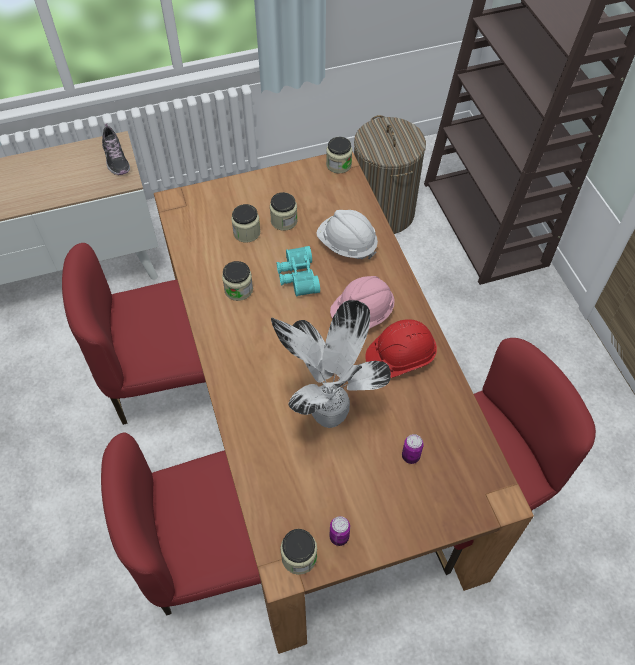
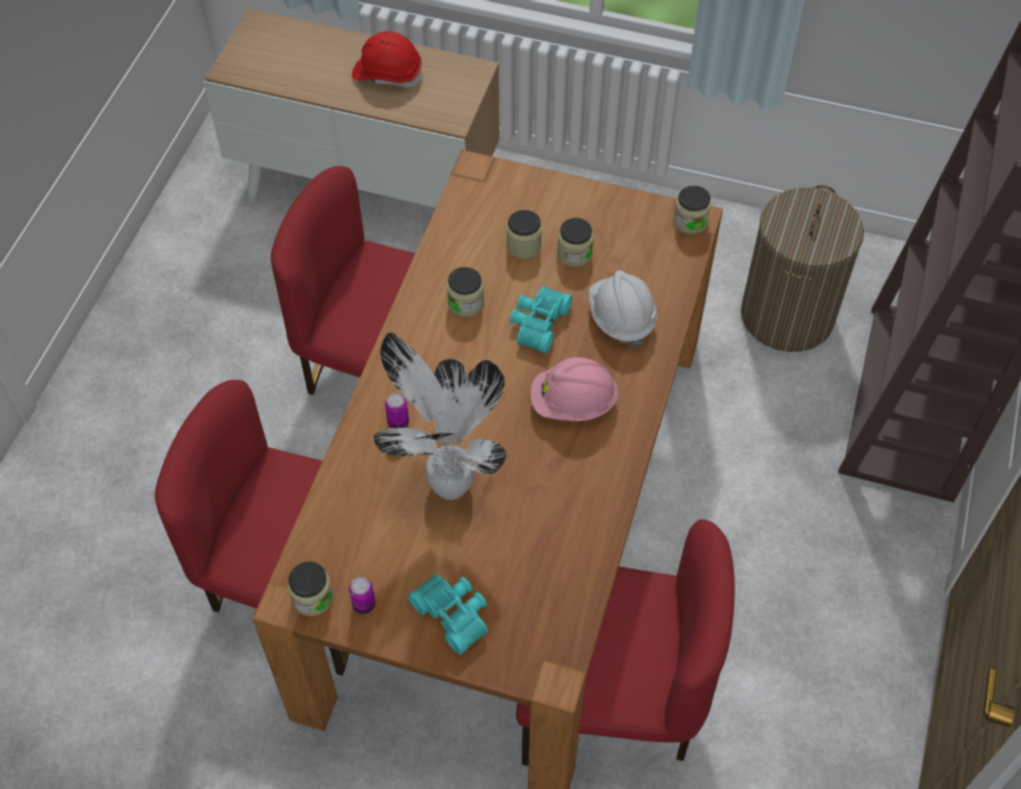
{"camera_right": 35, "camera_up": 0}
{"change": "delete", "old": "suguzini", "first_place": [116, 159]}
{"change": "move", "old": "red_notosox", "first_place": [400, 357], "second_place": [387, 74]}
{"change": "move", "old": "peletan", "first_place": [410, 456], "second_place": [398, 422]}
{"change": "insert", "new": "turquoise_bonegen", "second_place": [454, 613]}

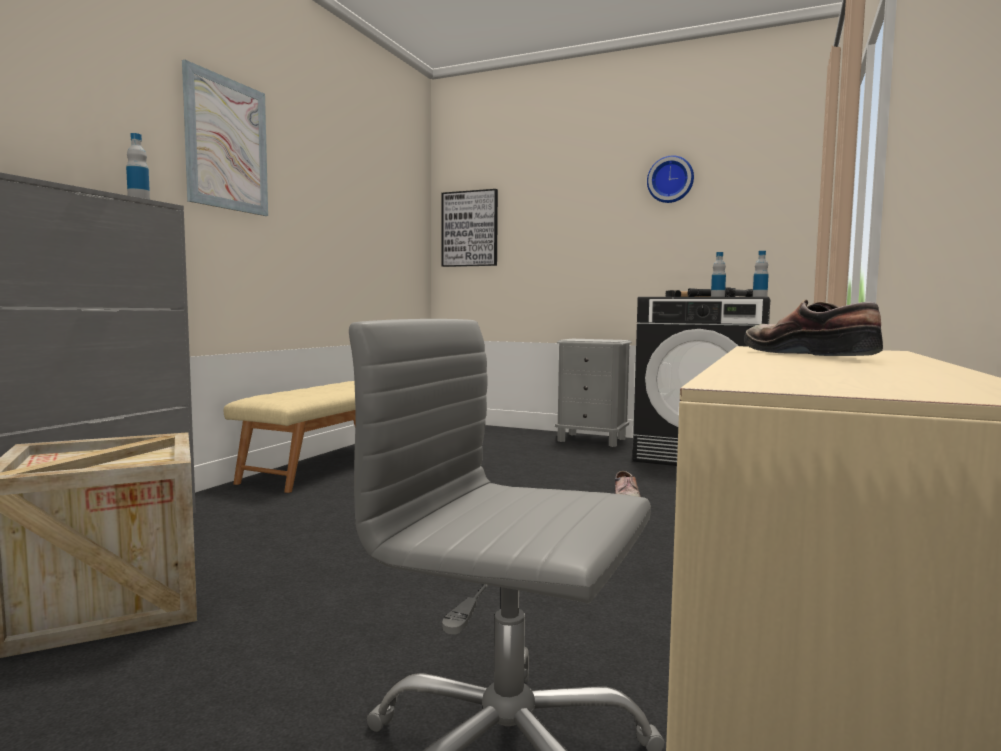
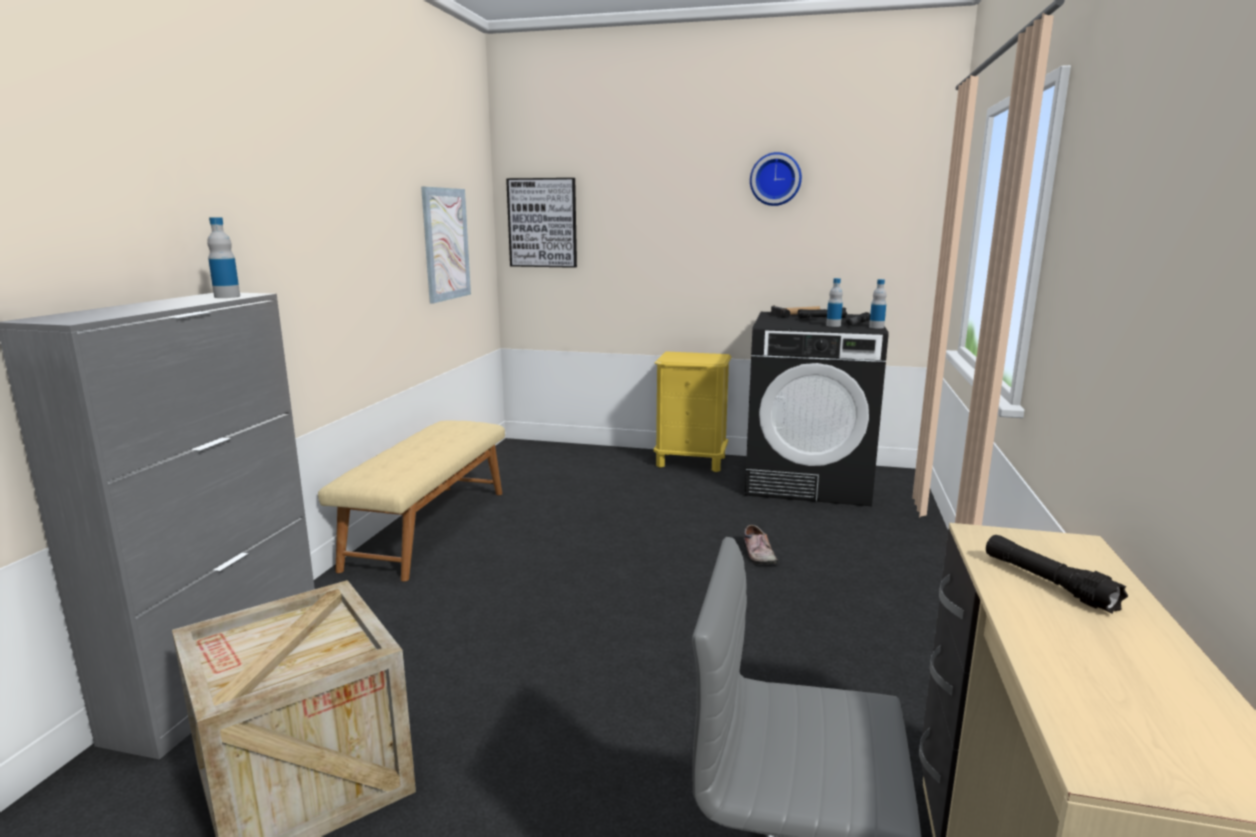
{"camera_right": -10, "camera_up": 10}
{"change": "move", "old": "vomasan", "first_place": [226, 144], "second_place": [446, 244]}
{"change": "replace", "old": "suguzini", "new": "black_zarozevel", "first_place": [811, 354], "second_place": [1047, 583]}
{"change": "recolor", "old": "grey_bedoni", "new": "yellow_bedoni", "first_place": [592, 440], "second_place": [691, 461]}

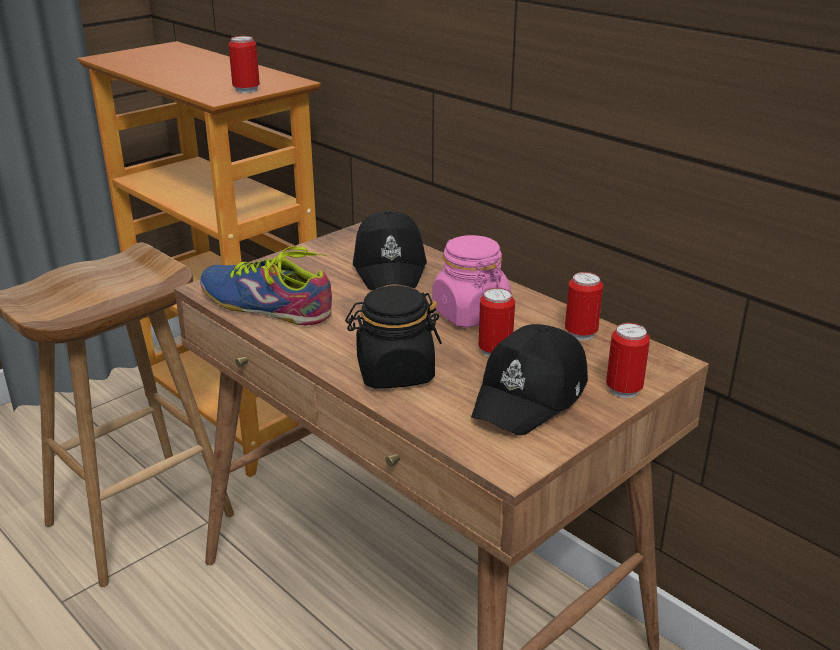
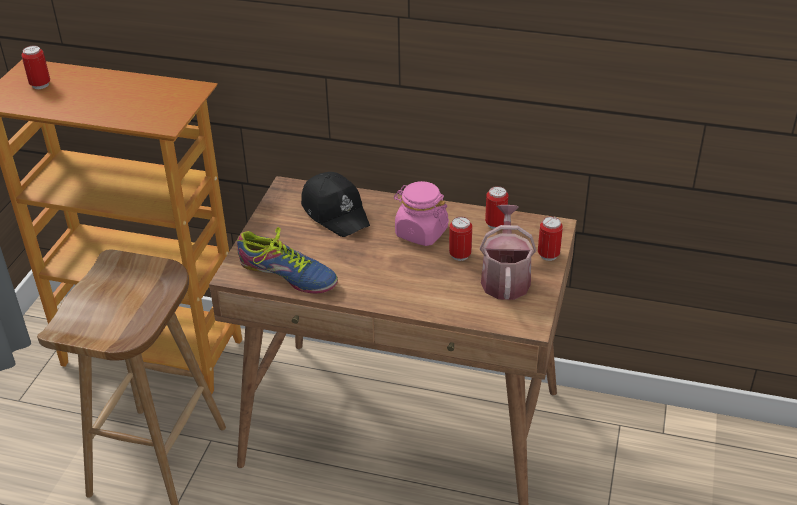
{"camera_right": -30, "camera_up": 10}
{"change": "move", "old": "peletan", "first_place": [246, 90], "second_place": [40, 85]}
{"change": "rotate", "old": "suguzini", "first_place": [265, 305], "second_place": [288, 274], "degrees": -150}
{"change": "delete", "old": "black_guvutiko", "first_place": [394, 372]}
{"change": "replace", "old": "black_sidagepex", "new": "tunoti", "first_place": [531, 395], "second_place": [505, 278]}

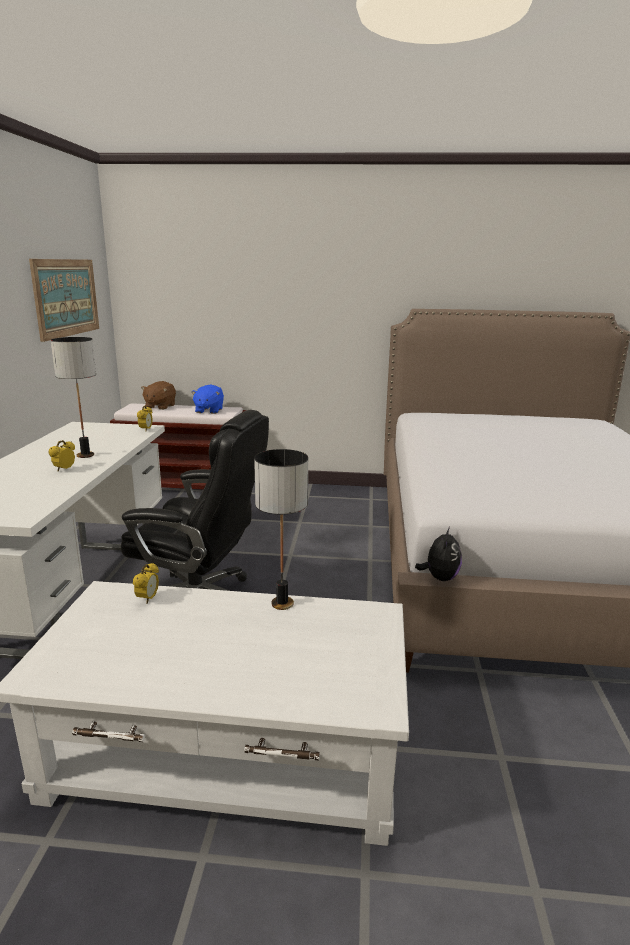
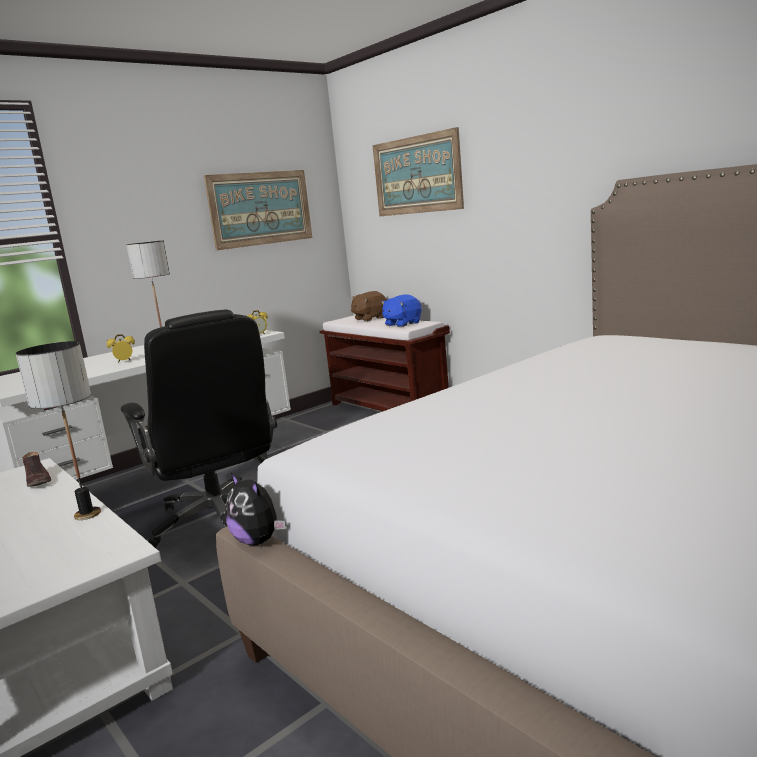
{"camera_right": 45, "camera_up": -5}
{"change": "rotate", "old": "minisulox", "first_place": [439, 578], "second_place": [258, 541], "degrees": 75}
{"change": "replace", "old": "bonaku", "new": "brown_suguzini", "first_place": [148, 599], "second_place": [38, 480]}
{"change": "insert", "new": "vomasan", "second_place": [416, 175]}

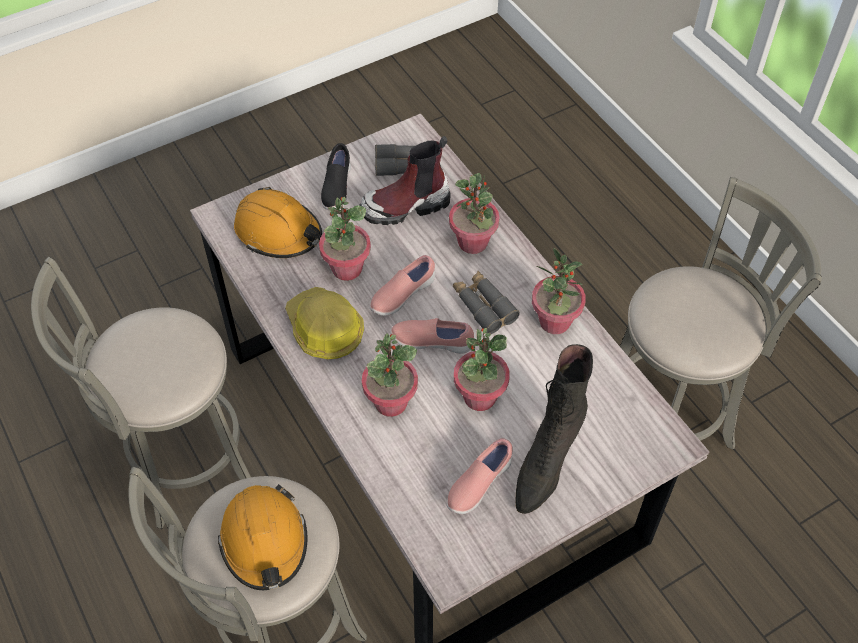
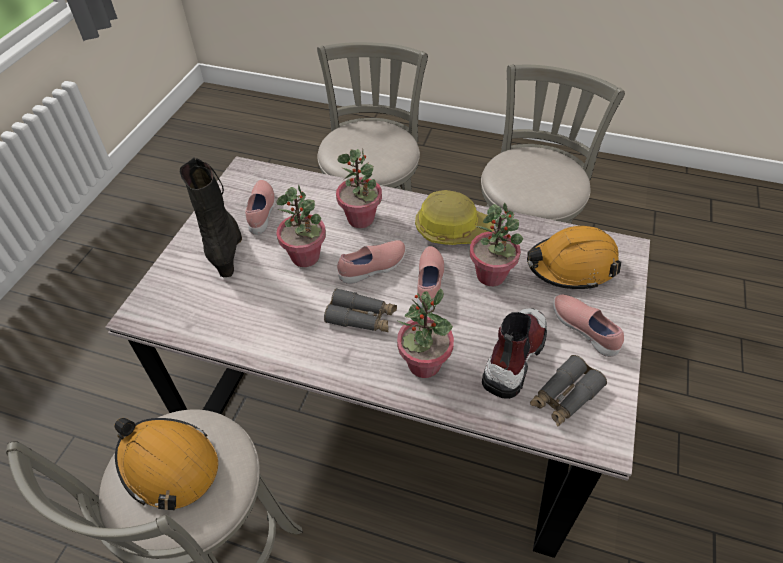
{"camera_right": 140, "camera_up": -5}
{"change": "recolor", "old": "black_suguzini", "new": "pink_suguzini", "first_place": [336, 189], "second_place": [584, 330]}
{"change": "delete", "old": "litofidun", "first_place": [554, 322]}
{"change": "move", "old": "orange_notosox", "first_place": [264, 542], "second_place": [169, 465]}

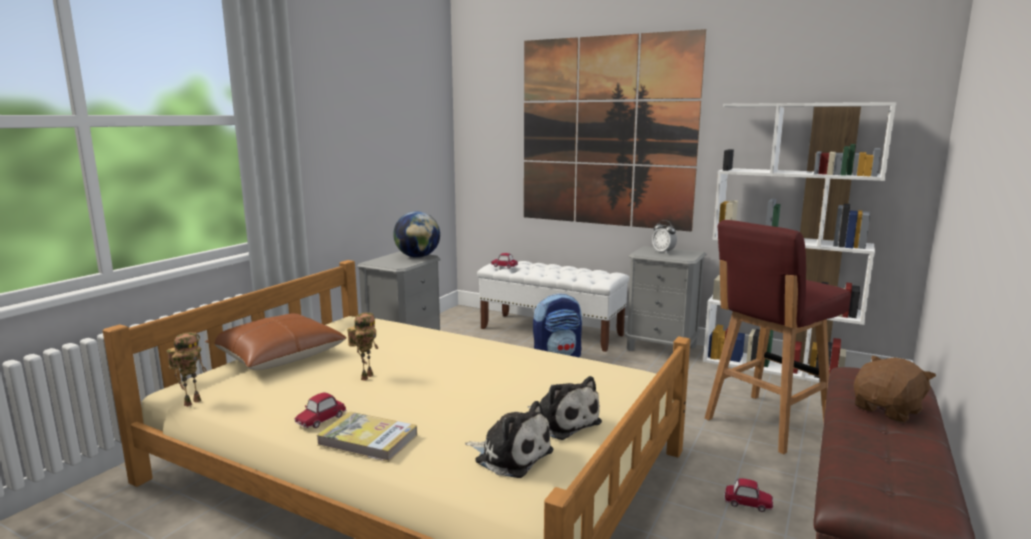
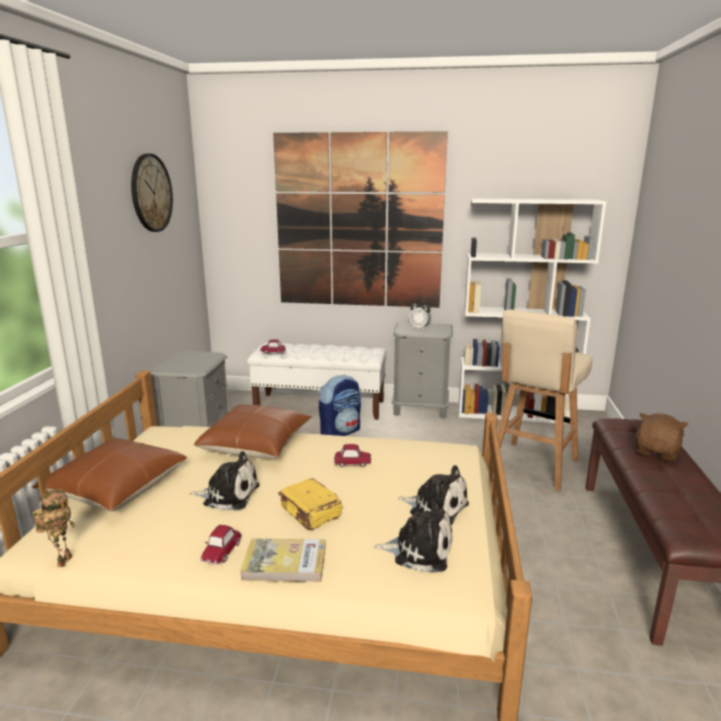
{"camera_right": -20, "camera_up": 5}
{"change": "delete", "old": "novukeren", "first_place": [417, 257]}
{"change": "recolor", "old": "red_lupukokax", "new": "beige_lupukokax", "first_place": [764, 423], "second_place": [532, 466]}
{"change": "replace", "old": "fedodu", "new": "minisulox", "first_place": [366, 376], "second_place": [228, 495]}
{"change": "move", "old": "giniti", "first_place": [747, 503], "second_place": [352, 462]}
{"change": "insert", "new": "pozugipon", "second_place": [151, 193]}
{"change": "insert", "new": "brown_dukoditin", "second_place": [256, 444]}
{"change": "insert", "new": "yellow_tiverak", "second_place": [310, 513]}

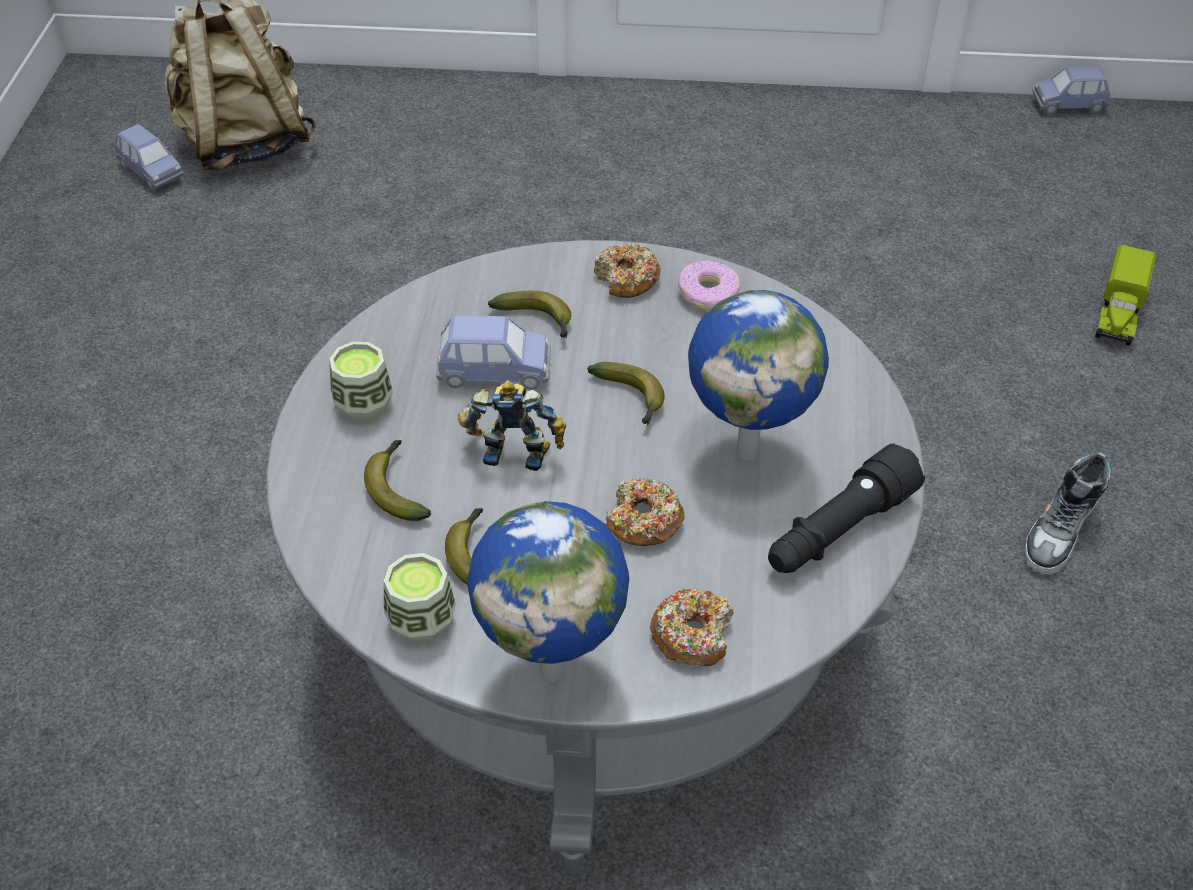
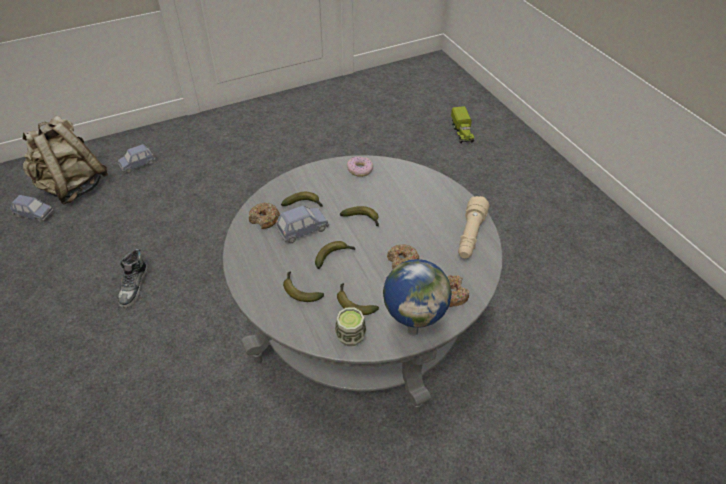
{"camera_right": -30, "camera_up": 0}
{"change": "move", "old": "blue_giniti", "first_place": [1068, 105], "second_place": [138, 165]}
{"change": "move", "old": "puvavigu", "first_place": [626, 279], "second_place": [264, 219]}
{"change": "delete", "old": "novukeren", "first_place": [748, 450]}
{"change": "delete", "old": "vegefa", "first_place": [364, 404]}
{"change": "replace", "old": "fedodu", "new": "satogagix", "first_place": [514, 450], "second_place": [334, 256]}
{"change": "recolor", "old": "black_zarozevel", "new": "beige_zarozevel", "first_place": [838, 530], "second_place": [470, 236]}
{"change": "move", "old": "suguzini", "first_place": [1060, 532], "second_place": [134, 286]}

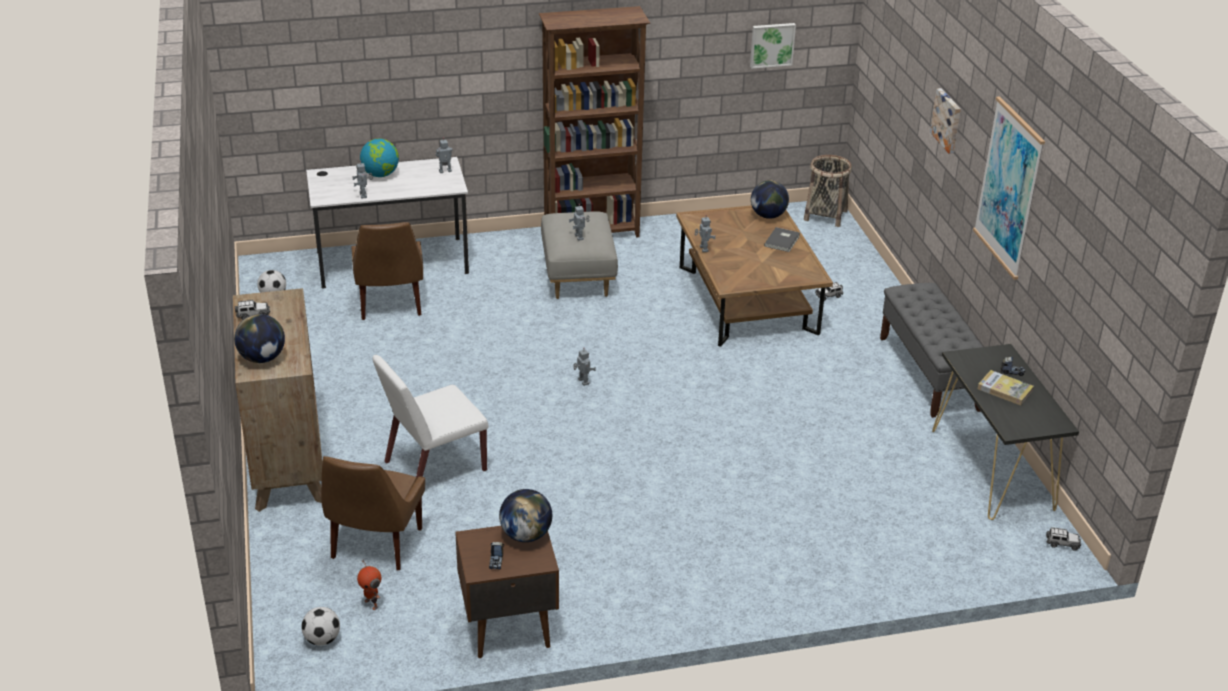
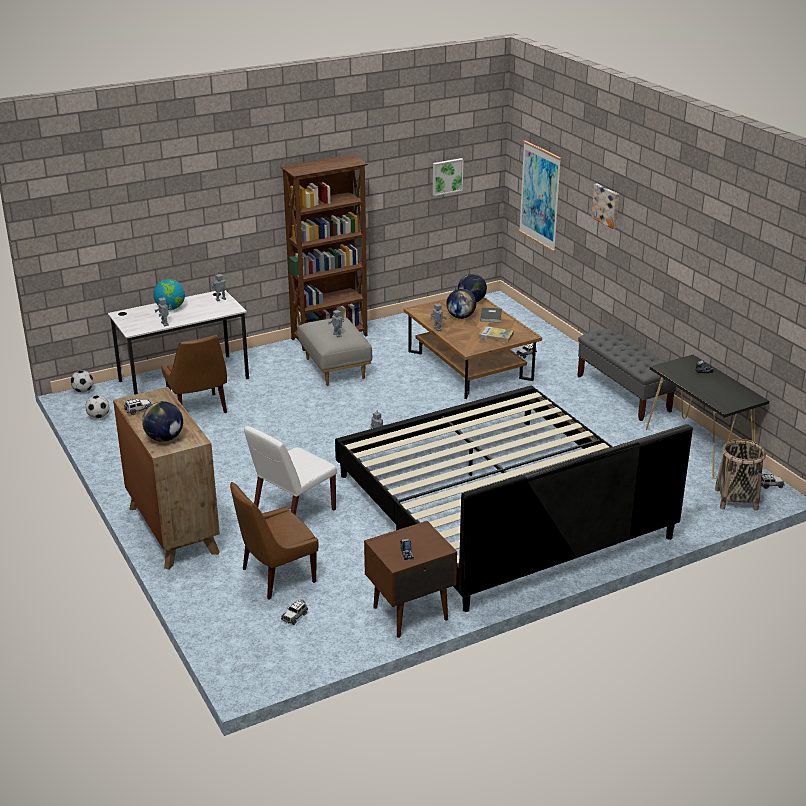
{"camera_right": -15, "camera_up": -5}
{"change": "move", "old": "vomasan", "first_place": [1008, 188], "second_place": [540, 196]}
{"change": "move", "old": "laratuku", "first_place": [825, 215], "second_place": [736, 499]}
{"change": "move", "old": "tiverak", "first_place": [1005, 390], "second_place": [496, 336]}
{"change": "rotate", "old": "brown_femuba", "first_place": [375, 546], "second_place": [276, 576], "degrees": 60}
{"change": "move", "old": "novukeren", "first_place": [526, 535], "second_place": [460, 317]}
{"change": "replace", "old": "fedodu", "new": "giniti", "first_place": [372, 603], "second_place": [295, 616]}
{"change": "move", "old": "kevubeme", "first_place": [322, 639], "second_place": [83, 391]}
{"change": "insert", "new": "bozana", "second_place": [500, 506]}

